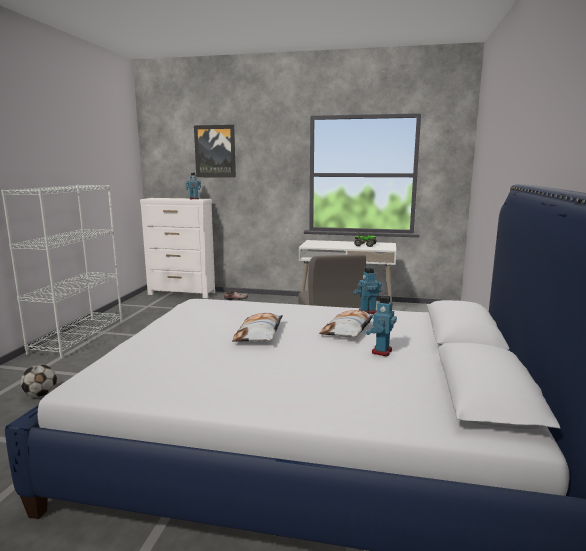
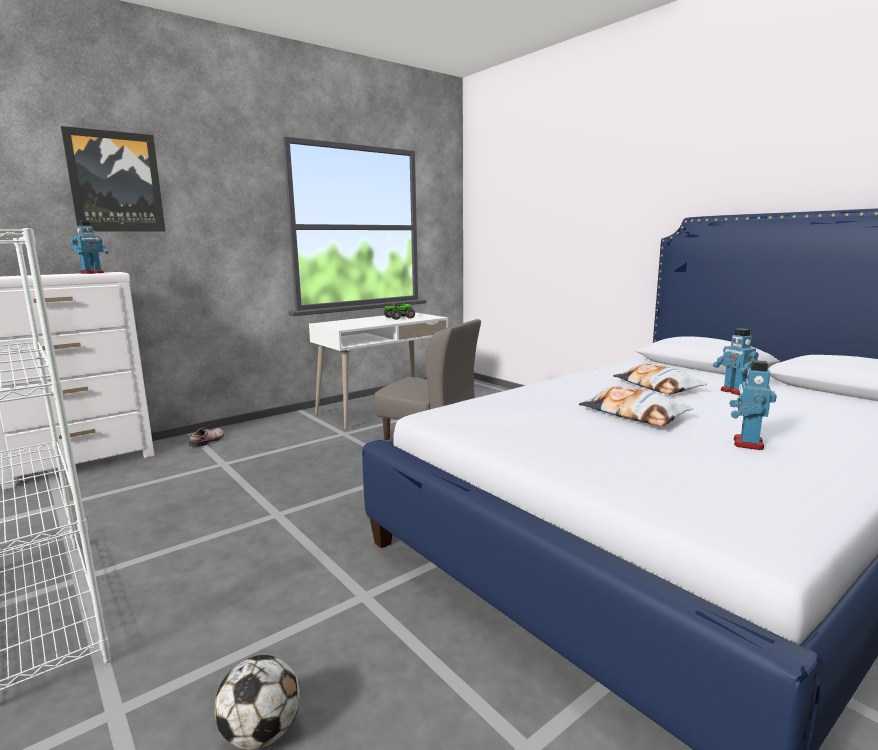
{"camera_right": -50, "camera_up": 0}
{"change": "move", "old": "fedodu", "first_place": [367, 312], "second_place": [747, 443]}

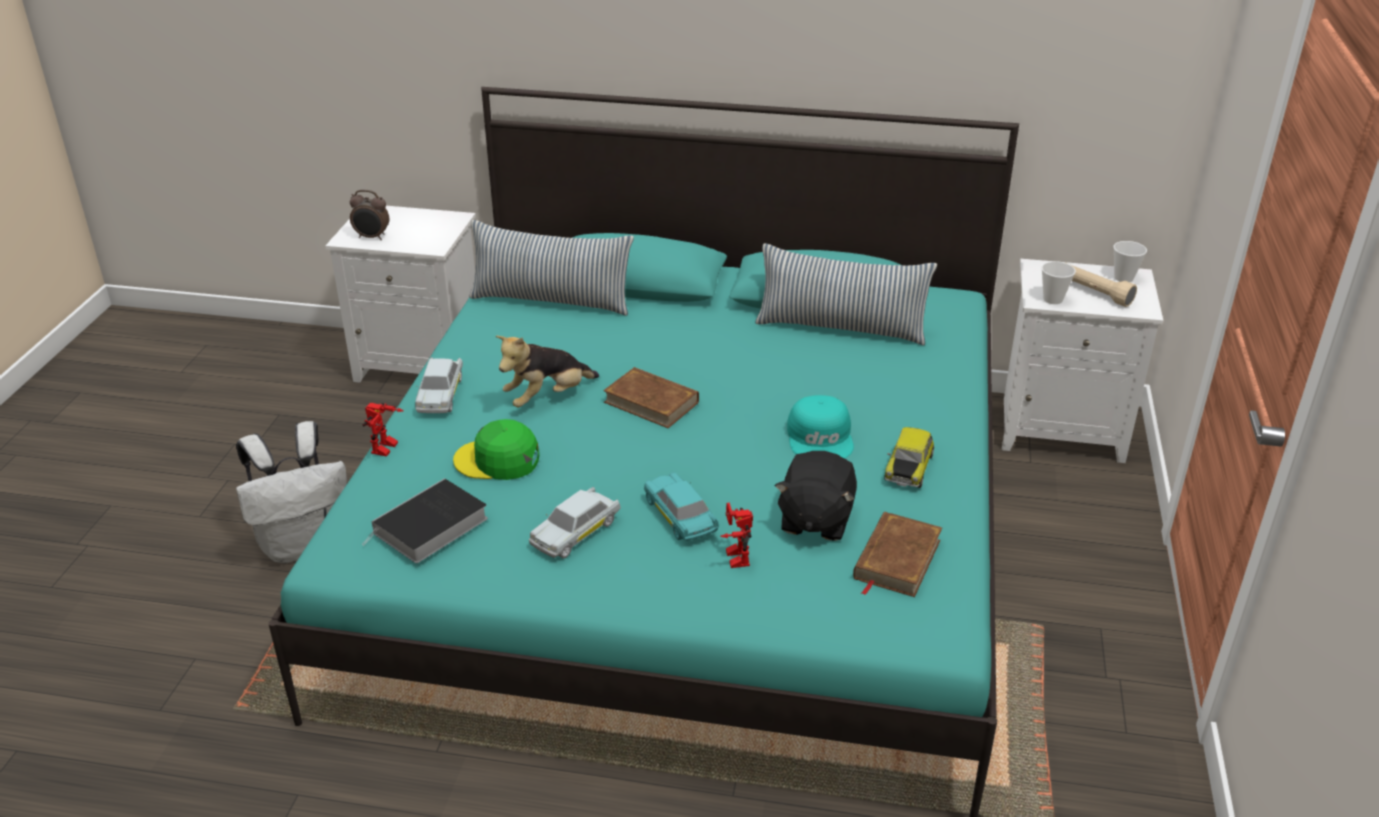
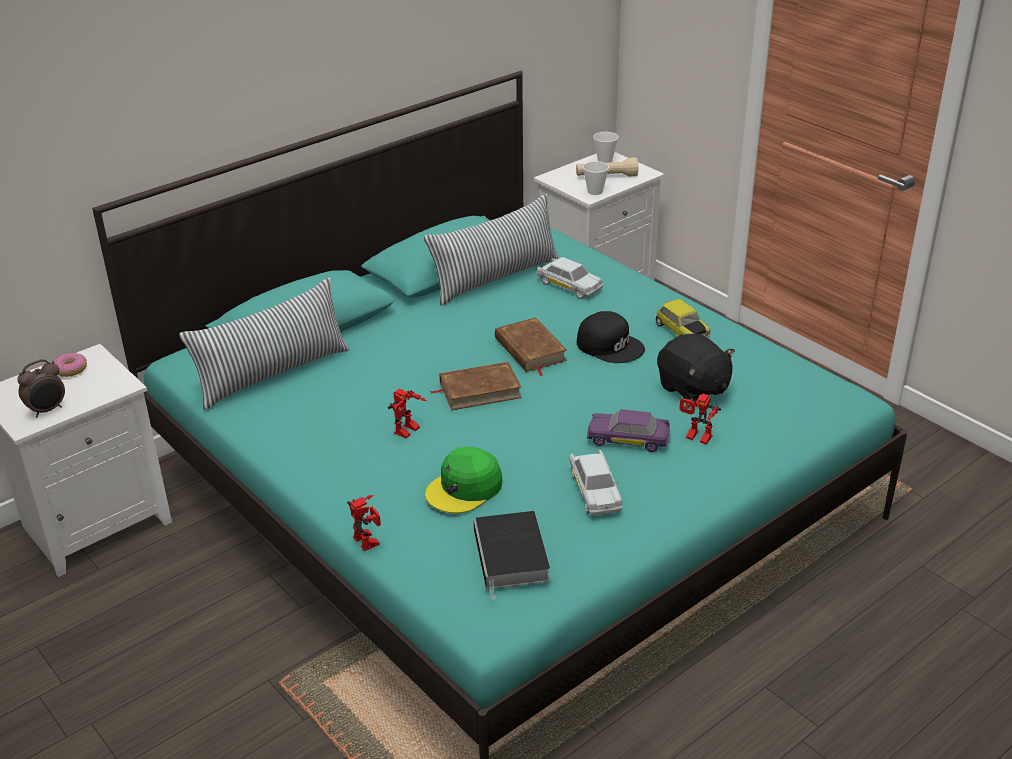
{"camera_right": -50, "camera_up": 0}
{"change": "replace", "old": "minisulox", "new": "fedodu", "first_place": [547, 397], "second_place": [408, 432]}
{"change": "move", "old": "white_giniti", "first_place": [440, 394], "second_place": [569, 285]}
{"change": "recolor", "old": "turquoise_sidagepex", "new": "black_sidagepex", "first_place": [821, 438], "second_place": [610, 345]}
{"change": "delete", "old": "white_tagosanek", "first_place": [303, 544]}
{"change": "recolor", "old": "turquoise_giniti", "new": "purple_giniti", "first_place": [680, 516], "second_place": [628, 439]}
{"change": "move", "old": "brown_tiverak", "first_place": [896, 559], "second_place": [530, 350]}
{"change": "insert", "new": "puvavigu", "second_place": [71, 369]}

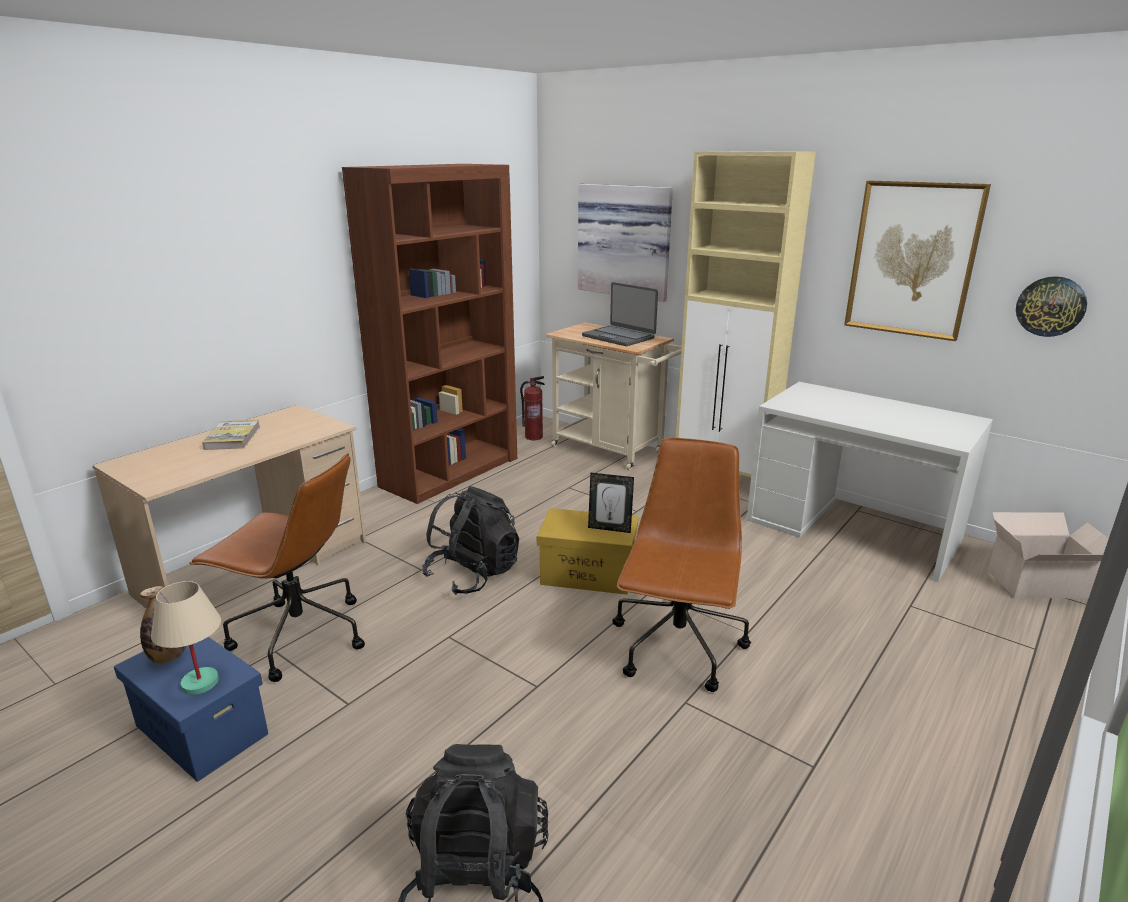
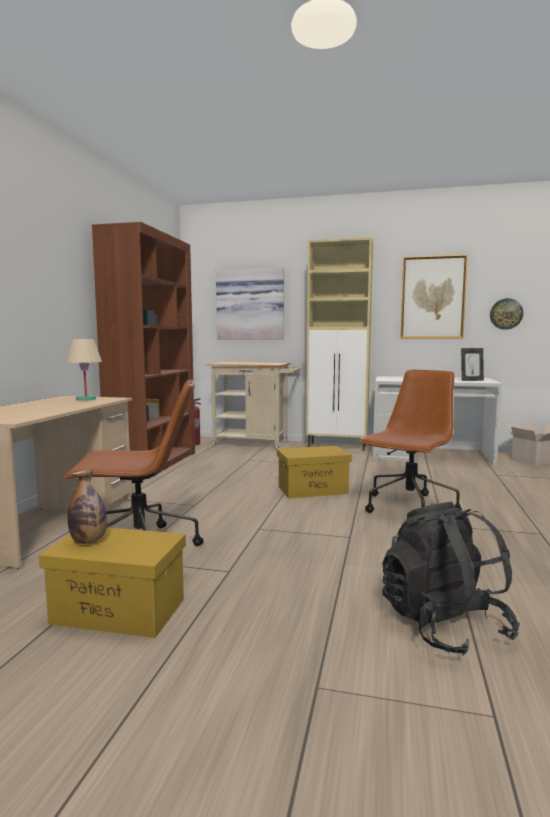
{"camera_right": -25, "camera_up": -15}
{"change": "delete", "old": "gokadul", "first_place": [619, 337]}
{"change": "delete", "old": "tiverak", "first_place": [233, 437]}
{"change": "rotate", "old": "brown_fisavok", "first_place": [677, 649], "second_place": [408, 508], "degrees": 45}
{"change": "move", "old": "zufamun", "first_place": [609, 528], "second_place": [471, 380]}
{"change": "delete", "old": "black_tagosanek", "first_place": [473, 574]}
{"change": "move", "old": "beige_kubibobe", "first_place": [200, 682], "second_place": [85, 399]}
{"change": "recolor", "old": "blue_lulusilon", "new": "yellow_lulusilon", "first_place": [200, 729], "second_place": [117, 611]}

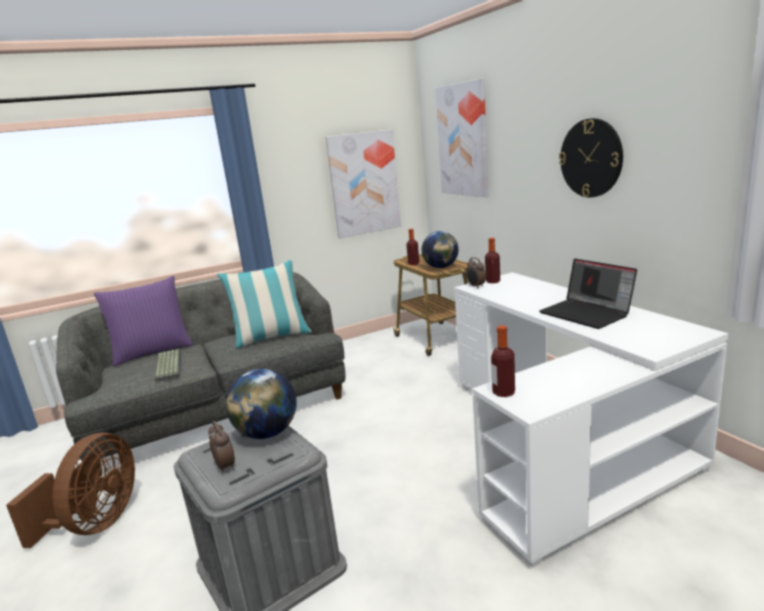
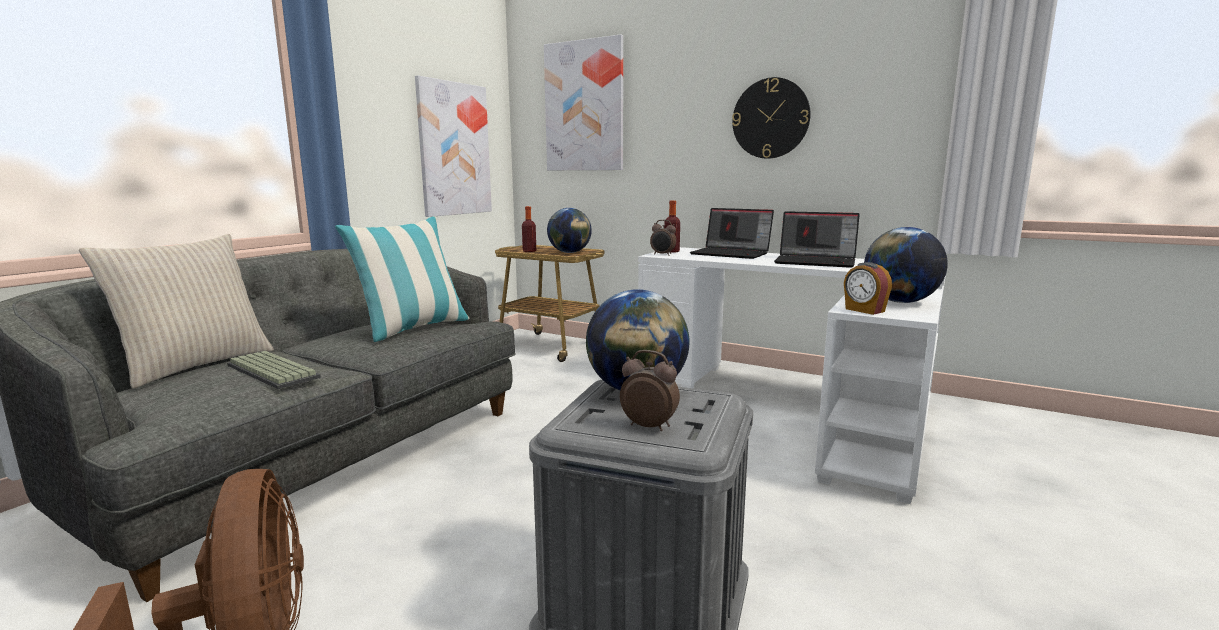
{"camera_right": -35, "camera_up": -5}
{"change": "recolor", "old": "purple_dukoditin", "new": "beige_dukoditin", "first_place": [153, 352], "second_place": [196, 365]}
{"change": "replace", "old": "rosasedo", "new": "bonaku", "first_place": [503, 392], "second_place": [864, 310]}
{"change": "insert", "new": "gokadul", "second_place": [732, 254]}
{"change": "insert", "new": "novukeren", "second_place": [900, 302]}

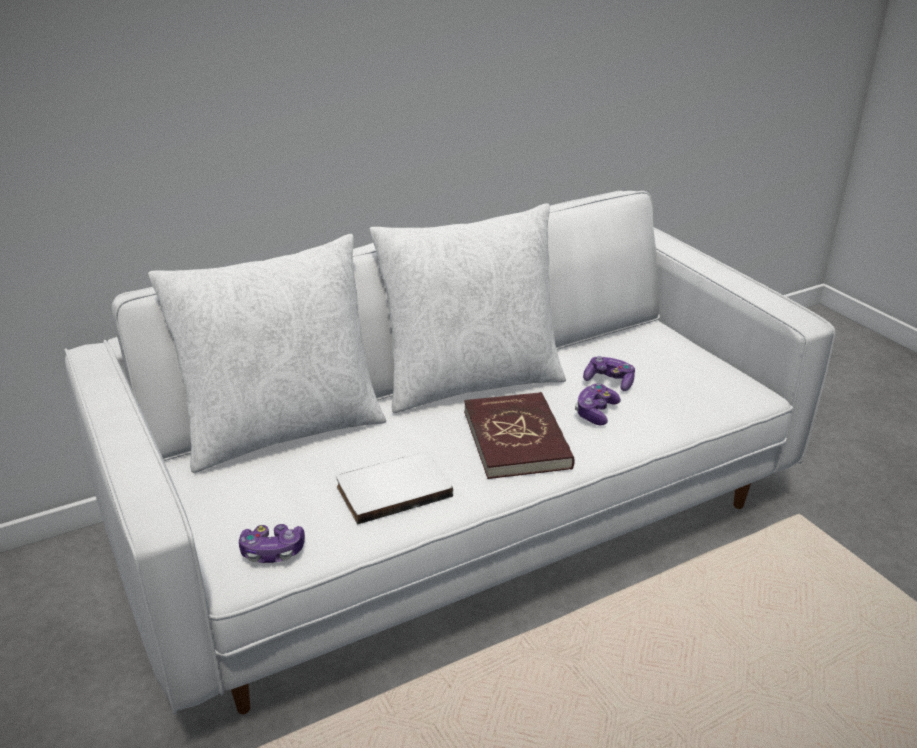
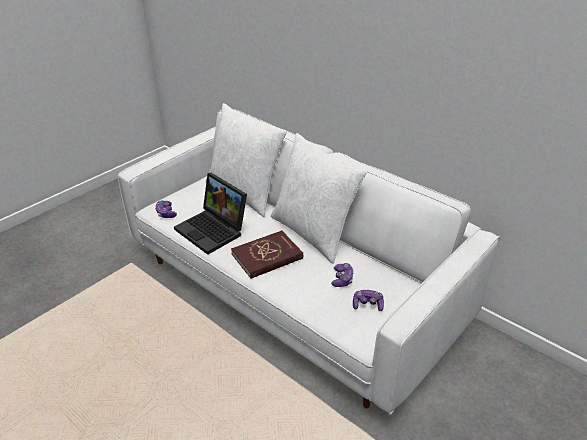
{"camera_right": 70, "camera_up": 5}
{"change": "move", "old": "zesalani", "first_place": [595, 412], "second_place": [367, 305]}
{"change": "replace", "old": "white_tiverak", "new": "gokadul", "first_place": [392, 489], "second_place": [214, 230]}

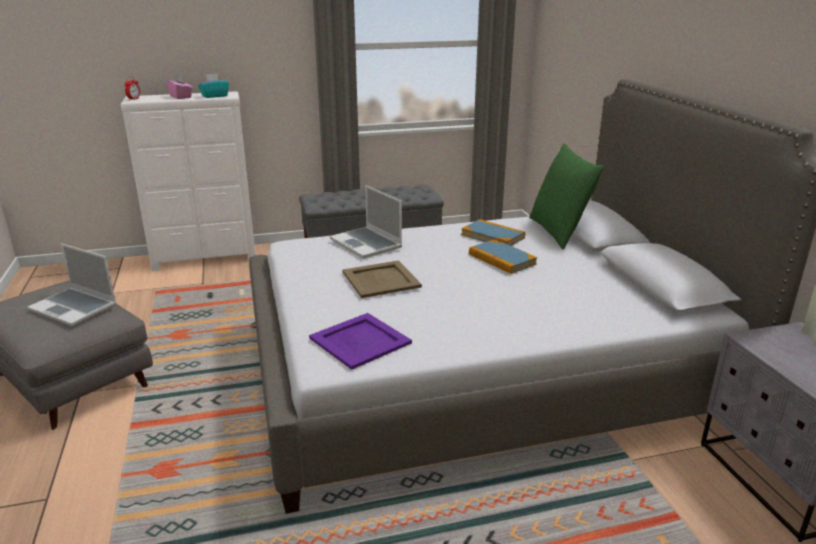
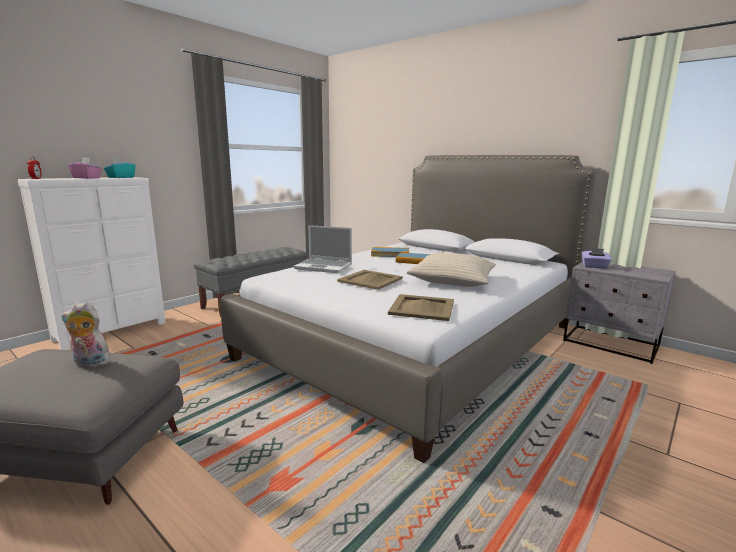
{"camera_right": -35, "camera_up": -10}
{"change": "delete", "old": "green_dukoditin", "first_place": [559, 232]}
{"change": "replace", "old": "gokadul", "new": "minisulox", "first_place": [75, 308], "second_place": [89, 363]}
{"change": "recolor", "old": "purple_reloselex", "new": "beige_reloselex", "first_place": [360, 341], "second_place": [422, 308]}
{"change": "insert", "new": "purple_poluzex", "second_place": [594, 267]}
{"change": "insert", "new": "beige_dukoditin", "second_place": [452, 280]}

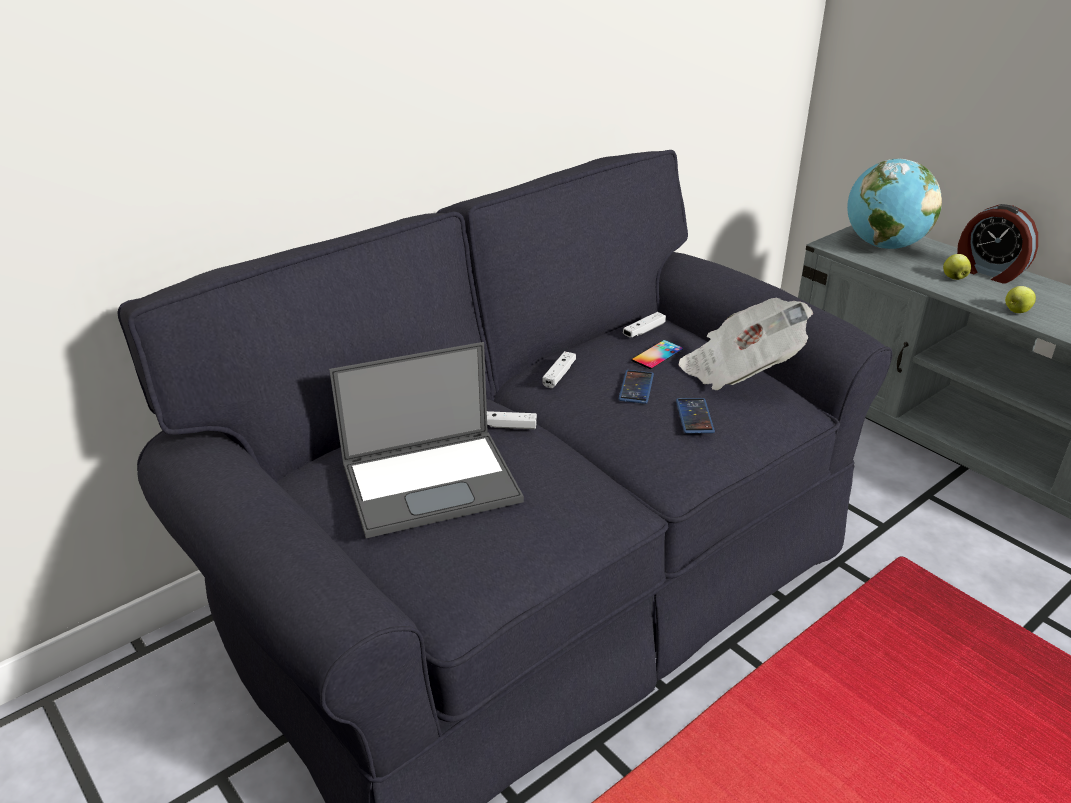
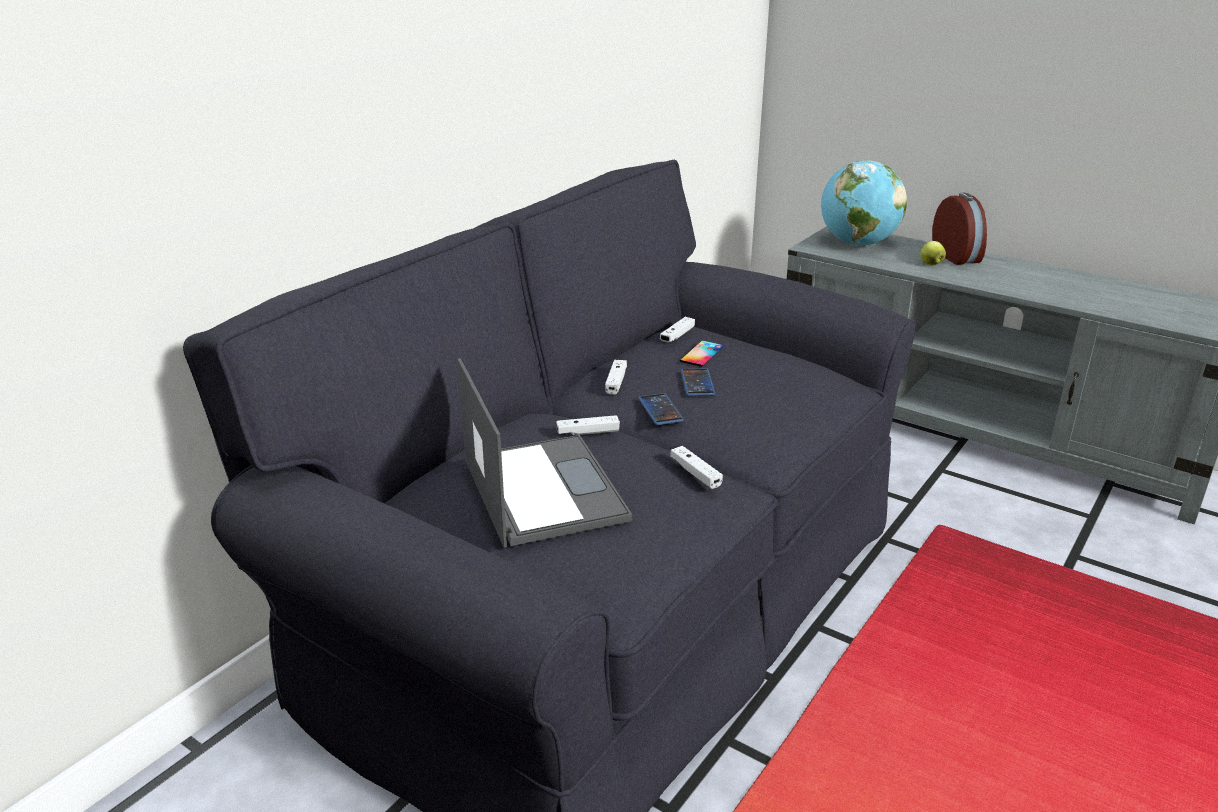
{"camera_right": -15, "camera_up": -5}
{"change": "rotate", "old": "bonaku", "first_place": [988, 272], "second_place": [957, 256], "degrees": -135}
{"change": "delete", "old": "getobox", "first_place": [1016, 311]}
{"change": "delete", "old": "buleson", "first_place": [739, 370]}
{"change": "rotate", "old": "gokadul", "first_place": [432, 481], "second_place": [542, 489], "degrees": -75}
{"change": "move", "old": "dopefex", "first_place": [694, 416], "second_place": [660, 410]}
{"change": "insert", "new": "white_zesalani", "second_place": [695, 473]}

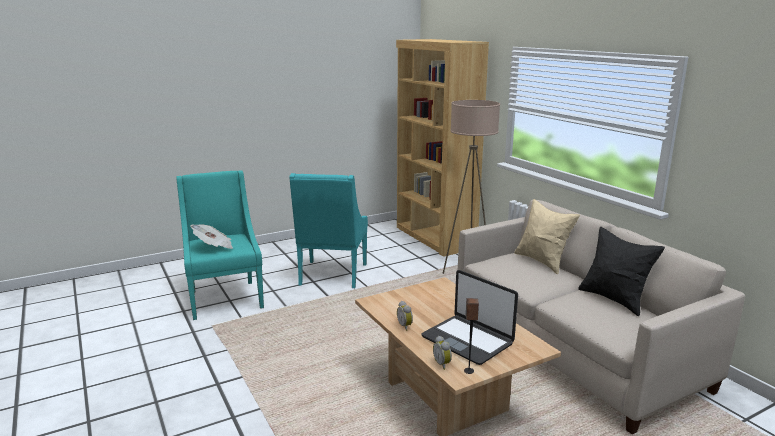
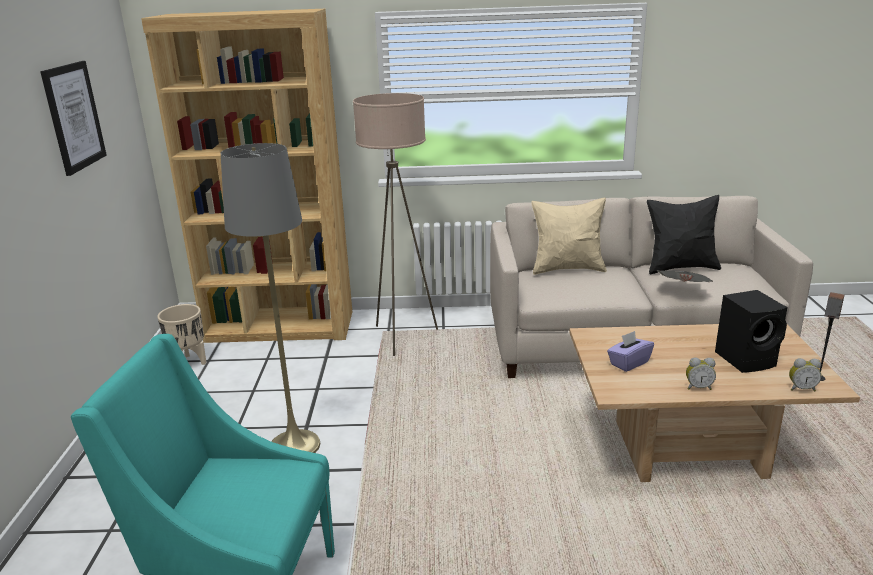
{"camera_right": -60, "camera_up": 5}
{"change": "replace", "old": "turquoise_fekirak", "new": "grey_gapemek", "first_place": [332, 275], "second_place": [294, 446]}
{"change": "move", "old": "buleson", "first_place": [214, 246], "second_place": [683, 290]}
{"change": "replace", "old": "gokadul", "new": "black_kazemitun", "first_place": [468, 340], "second_place": [747, 359]}
{"change": "insert", "new": "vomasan", "second_place": [74, 116]}
{"change": "insert", "new": "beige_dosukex", "second_place": [189, 362]}
{"change": "insert", "new": "purple_poluzex", "second_place": [629, 363]}

